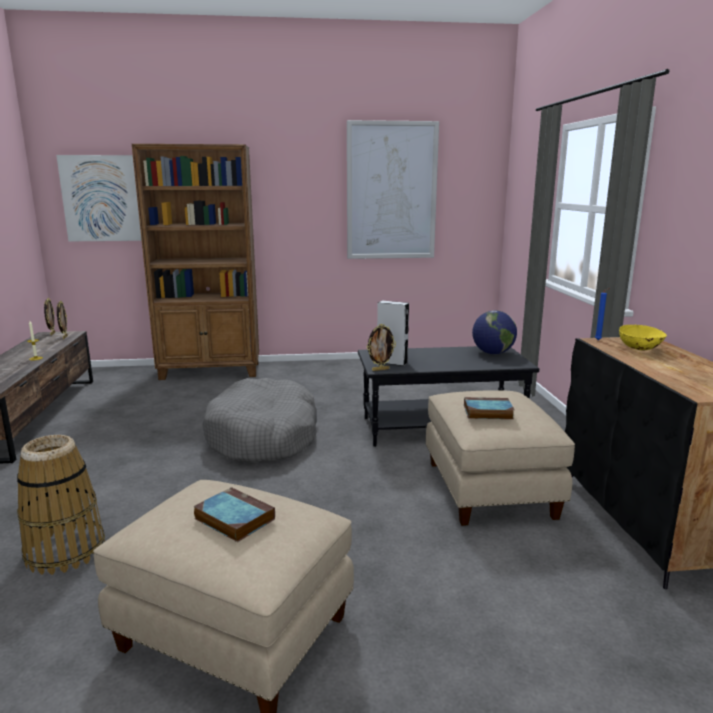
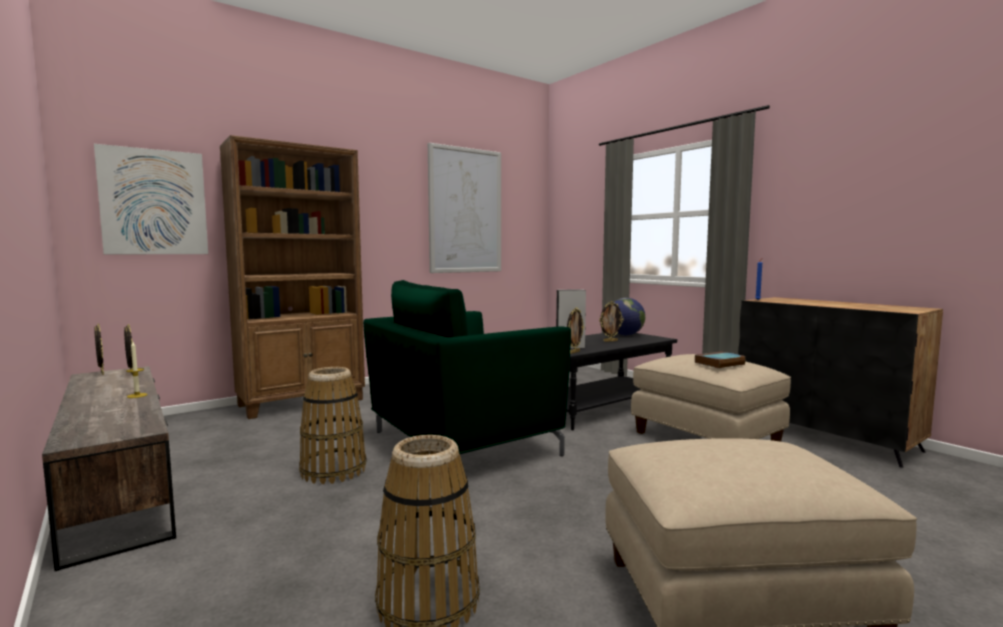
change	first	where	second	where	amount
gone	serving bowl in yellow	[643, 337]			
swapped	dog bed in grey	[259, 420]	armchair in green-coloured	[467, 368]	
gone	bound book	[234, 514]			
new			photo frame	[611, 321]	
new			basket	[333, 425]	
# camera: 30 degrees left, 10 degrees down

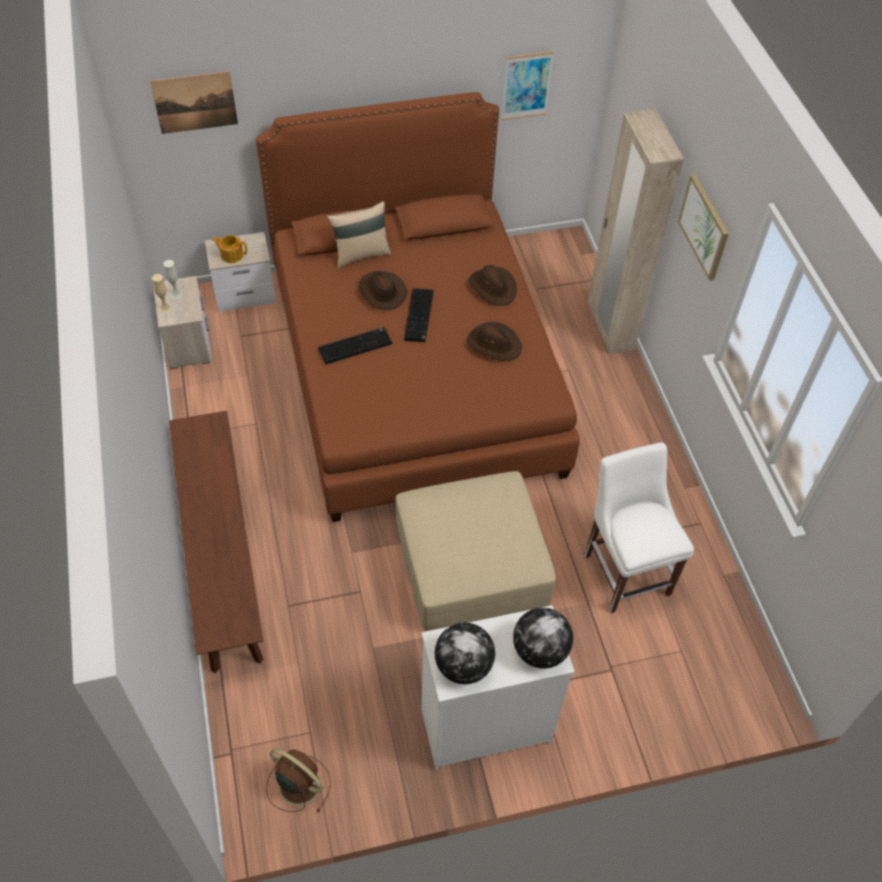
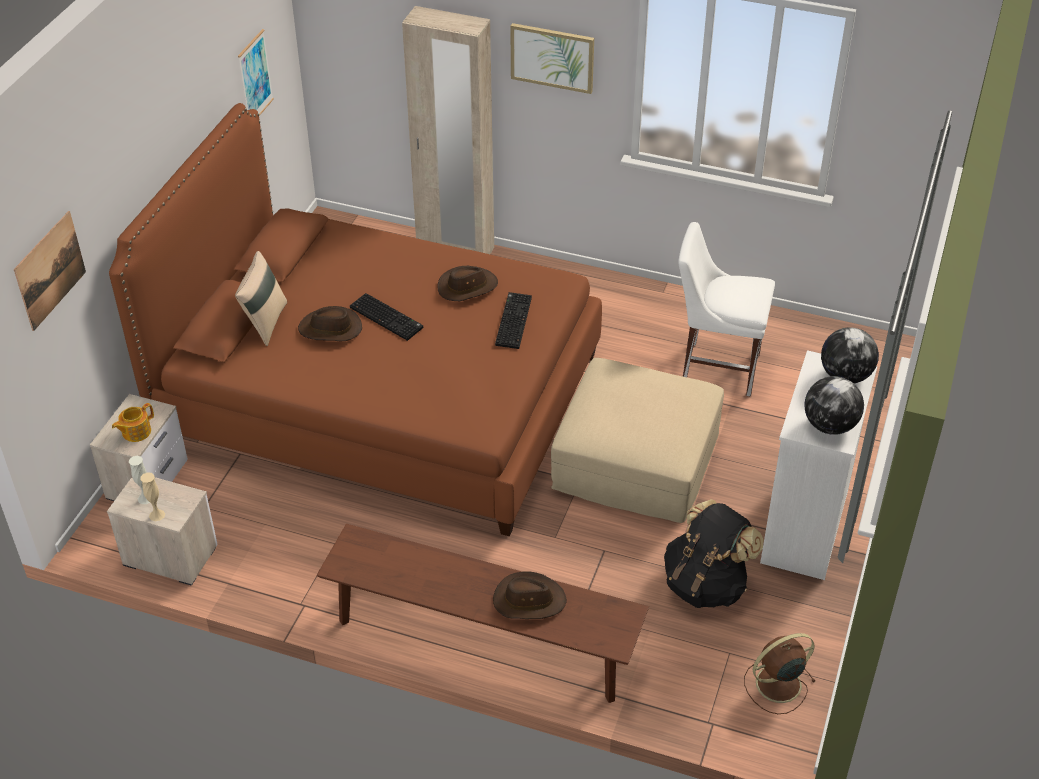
change	first	where	second	where	amount
shifted	wearable hat in brown-coloured	[492, 285]		[530, 595]	
shifted	PC keyboard	[355, 345]		[513, 320]	
new			knapsack in black-coloured	[713, 553]	
# camera: 55 degrees left, 10 degrees down

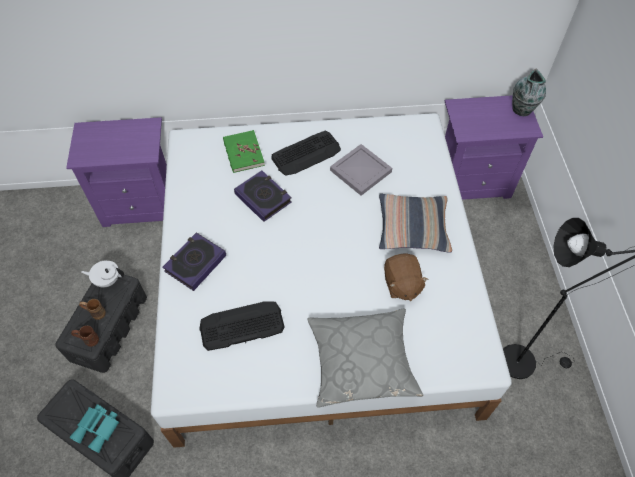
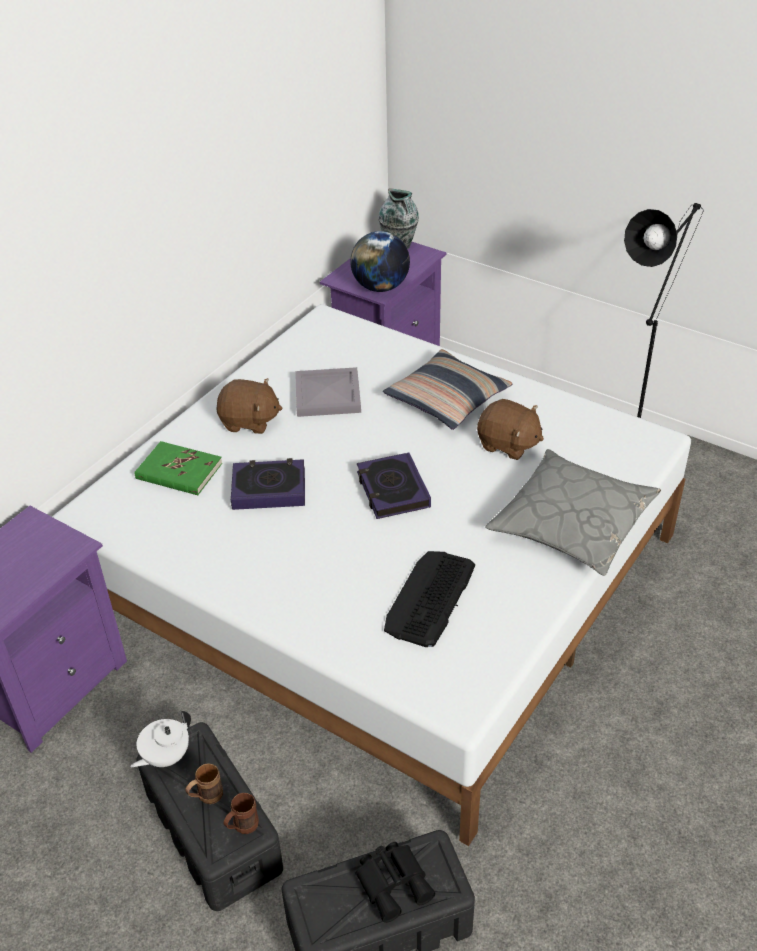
change	first	where	second	where	amount
swapped	PC keyboard	[306, 153]	plush toy in brown-coloured	[249, 406]	
shifted	bound book	[194, 262]		[394, 485]	
repainted	pair of binoculars in turquoise-coloured	[94, 428]	pair of binoculars in black-coloured	[395, 882]	
new			world globe	[380, 261]	
# camera: 50 degrees left, 15 degrees down

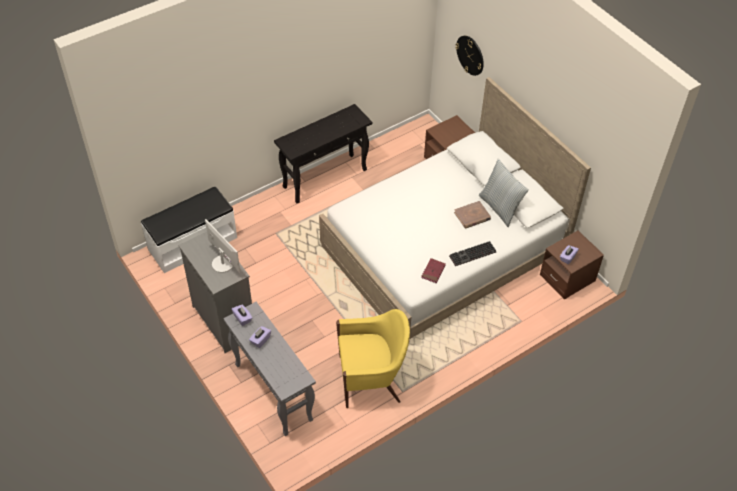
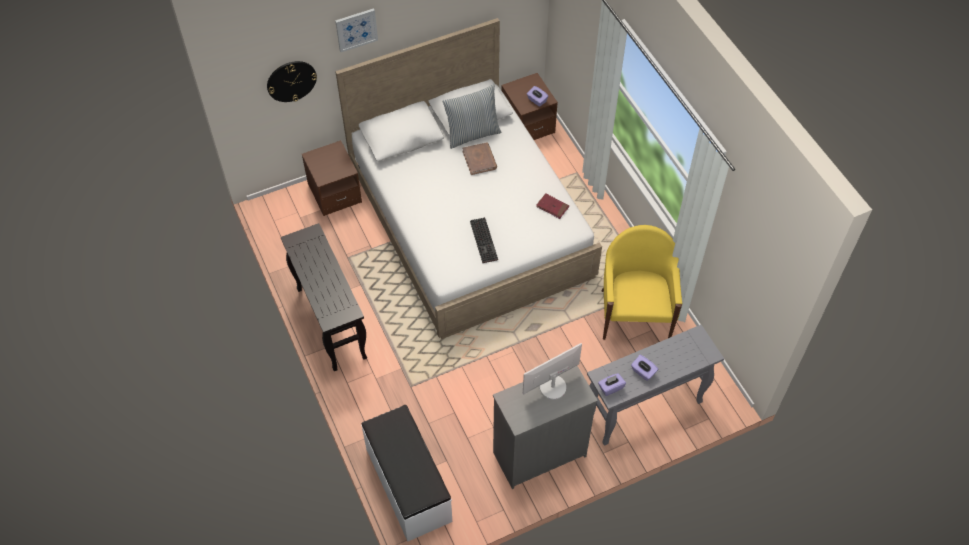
change	first	where	second	where	amount
shifted	PC keyboard	[472, 253]		[484, 240]	
new			wall art	[356, 30]	
# camera: 80 degrees left, 5 degrees up

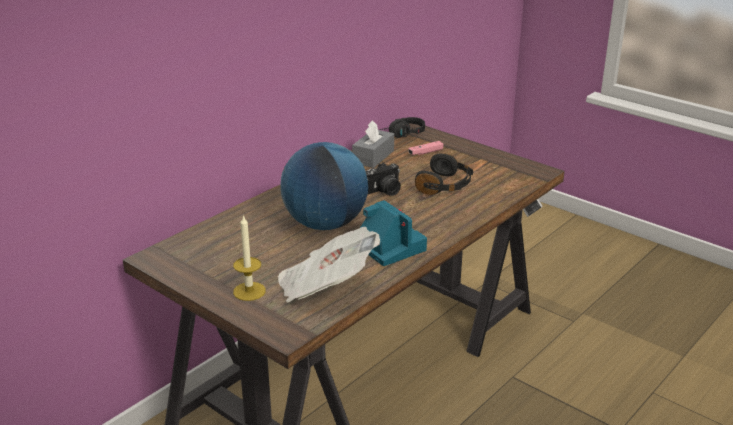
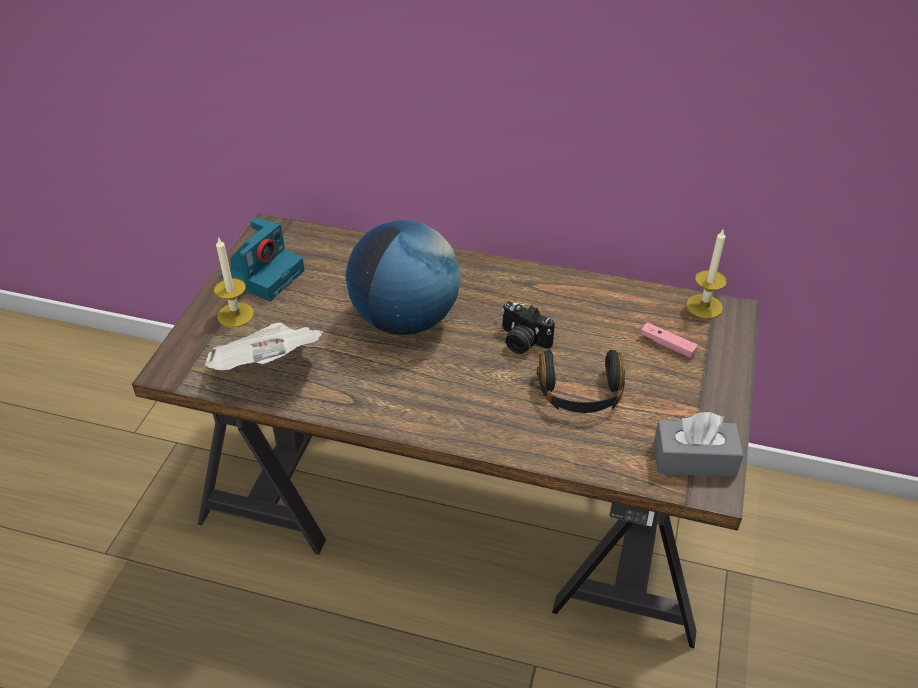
change	first	where	second	where	amount
swapped	headset in black-coloured	[402, 127]	wax light	[706, 273]	
shifted	box of tissues in grey	[373, 144]		[699, 444]	
shifted	still camera	[393, 233]		[262, 259]	
# camera: 65 degrees right, 15 degrees up

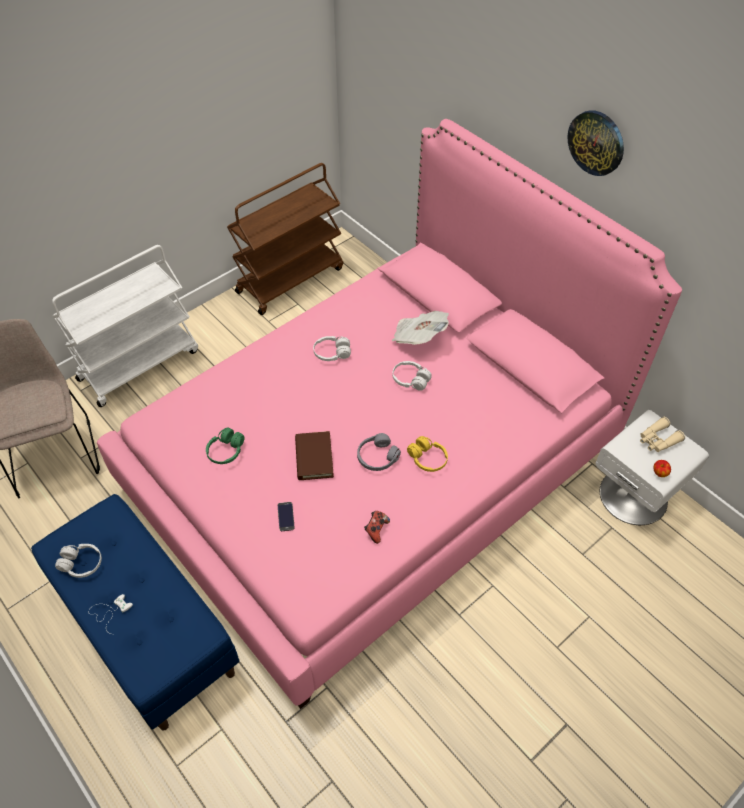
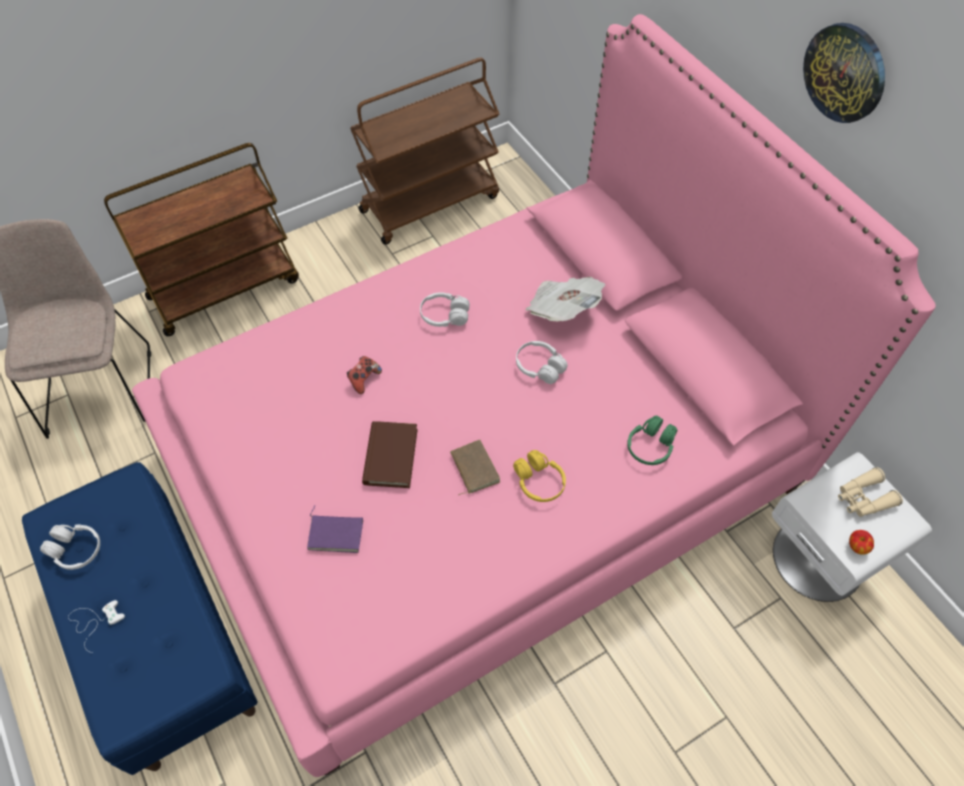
change	first	where	second	where	amount
repainted	wheeled cart in white-coloured	[125, 326]	wheeled cart in brown-coloured	[201, 239]	
shifted	headset in green-coloured	[225, 445]		[652, 440]	
swapped	headset in grey	[379, 452]	bound book in brown-coloured	[475, 468]	
swapped	handset	[286, 516]	bound book in purple-coloured	[335, 529]	
shifted	gamepad	[377, 527]		[364, 375]	
# camera: 10 degrees right, 5 degrees up

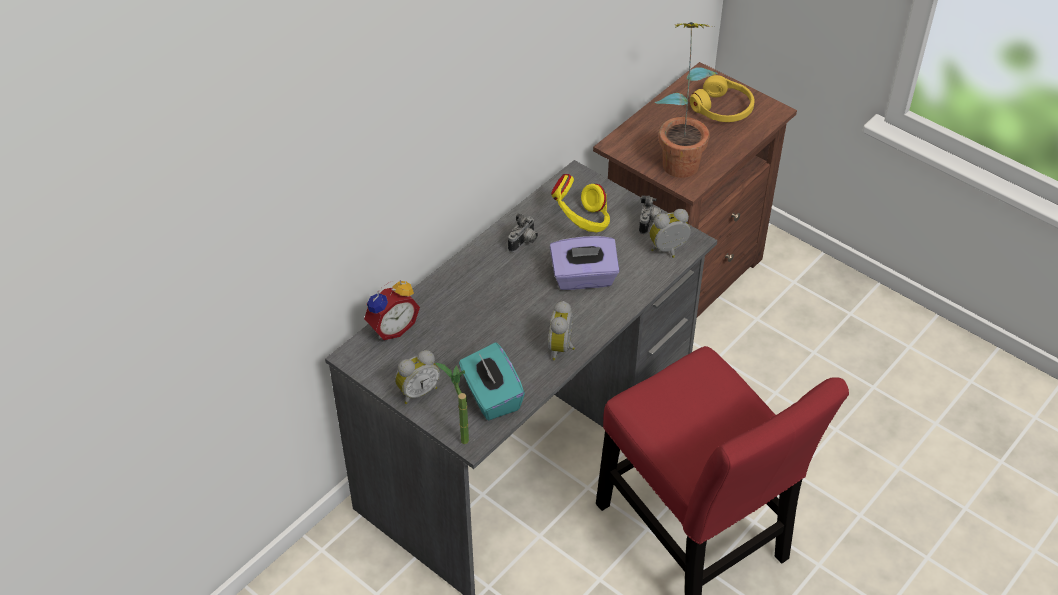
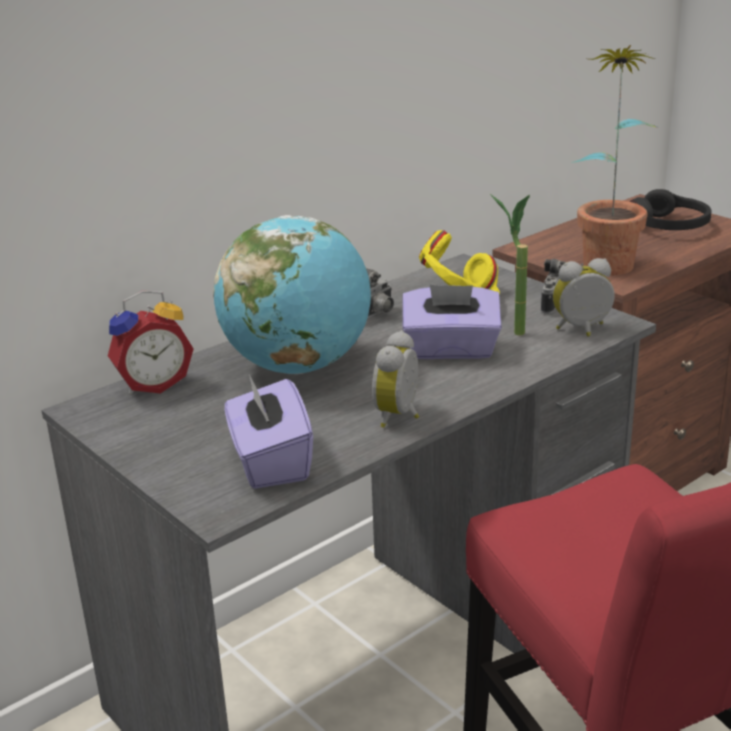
change	first	where	second	where	amount
repainted	headset in yellow	[722, 98]	headset in black-coloured	[670, 209]	
repainted	box of tissues in turquoise-coloured	[492, 381]	box of tissues in purple-coloured	[269, 431]	
gone	bedside clock	[417, 377]			
shifted	potted plant	[452, 403]		[510, 265]	
new			world globe	[292, 294]	
# camera: 10 degrees right, 20 degrees down

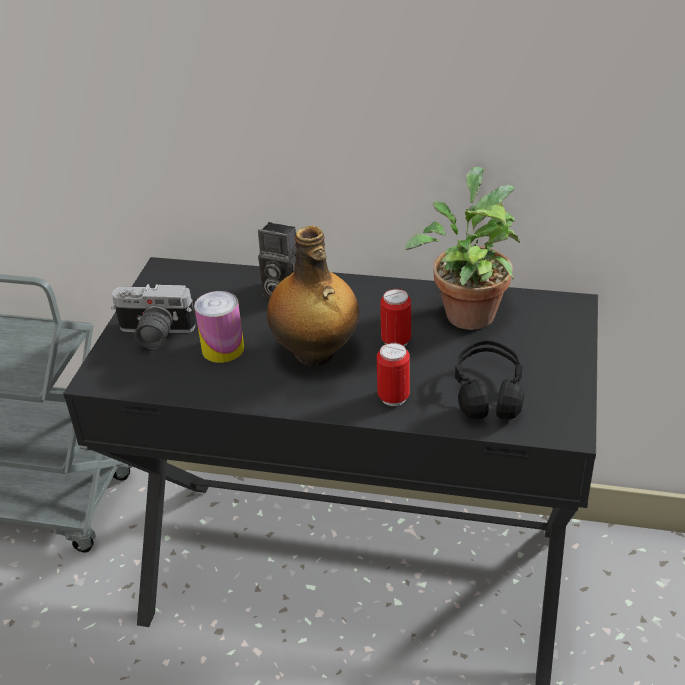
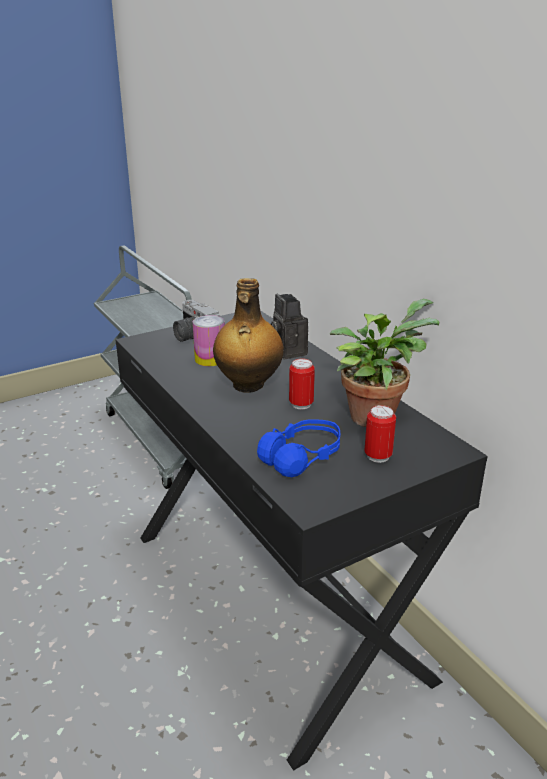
change	first	where	second	where	amount
repainted	headset in black-coloured	[489, 379]	headset in bluish	[298, 448]	
shifted	sealed can	[393, 374]		[380, 434]	
# camera: 45 degrees right, 10 degrees down

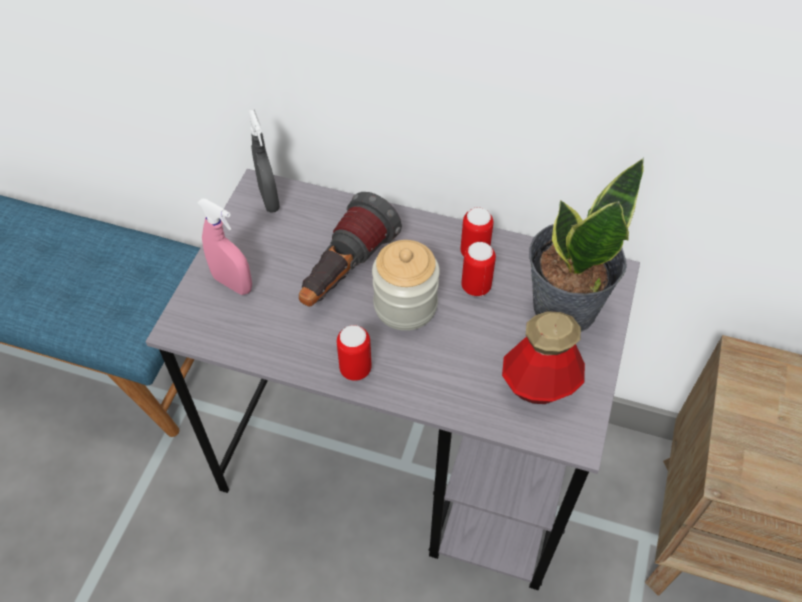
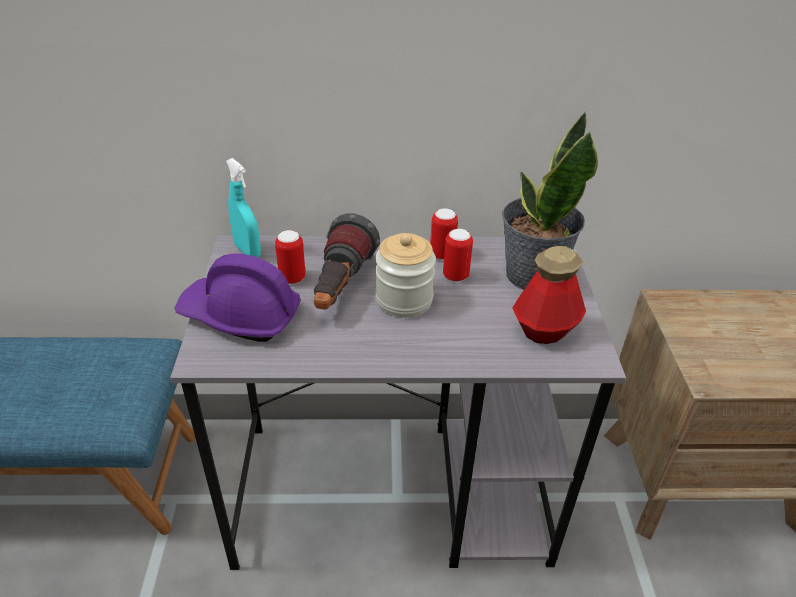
change	first	where	second	where	amount
repainted	spray bottle in grey	[264, 161]	spray bottle in turquoise-coloured	[243, 208]	
swapped	spray bottle in pink-coloured	[224, 247]	safety helmet in purple-coloured	[238, 297]	
shifted	sealed can	[354, 353]		[290, 257]	
# camera: 20 degrees left, 15 degrees down

